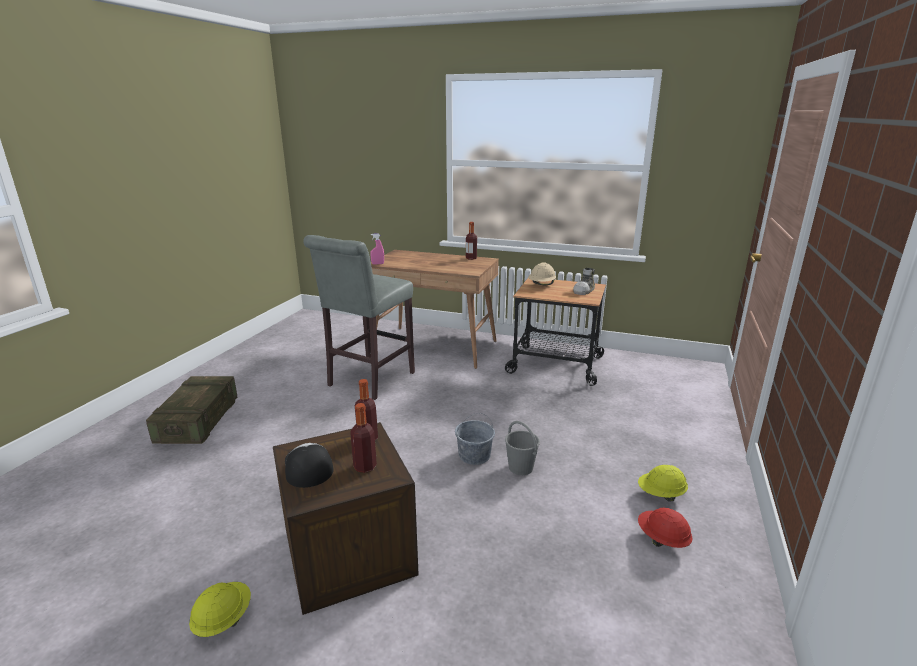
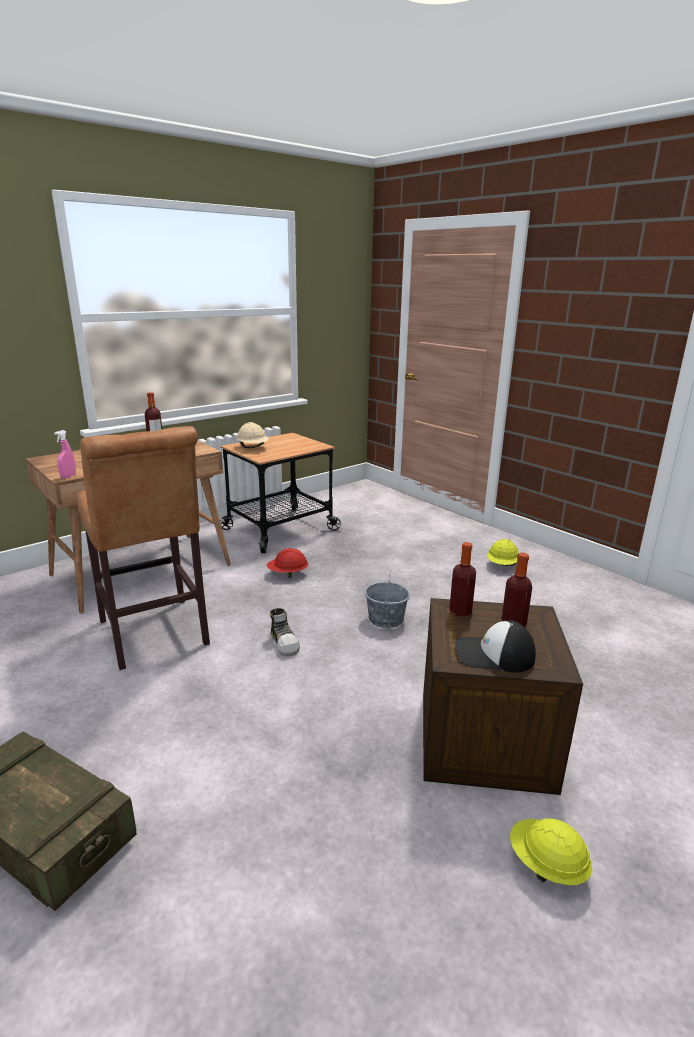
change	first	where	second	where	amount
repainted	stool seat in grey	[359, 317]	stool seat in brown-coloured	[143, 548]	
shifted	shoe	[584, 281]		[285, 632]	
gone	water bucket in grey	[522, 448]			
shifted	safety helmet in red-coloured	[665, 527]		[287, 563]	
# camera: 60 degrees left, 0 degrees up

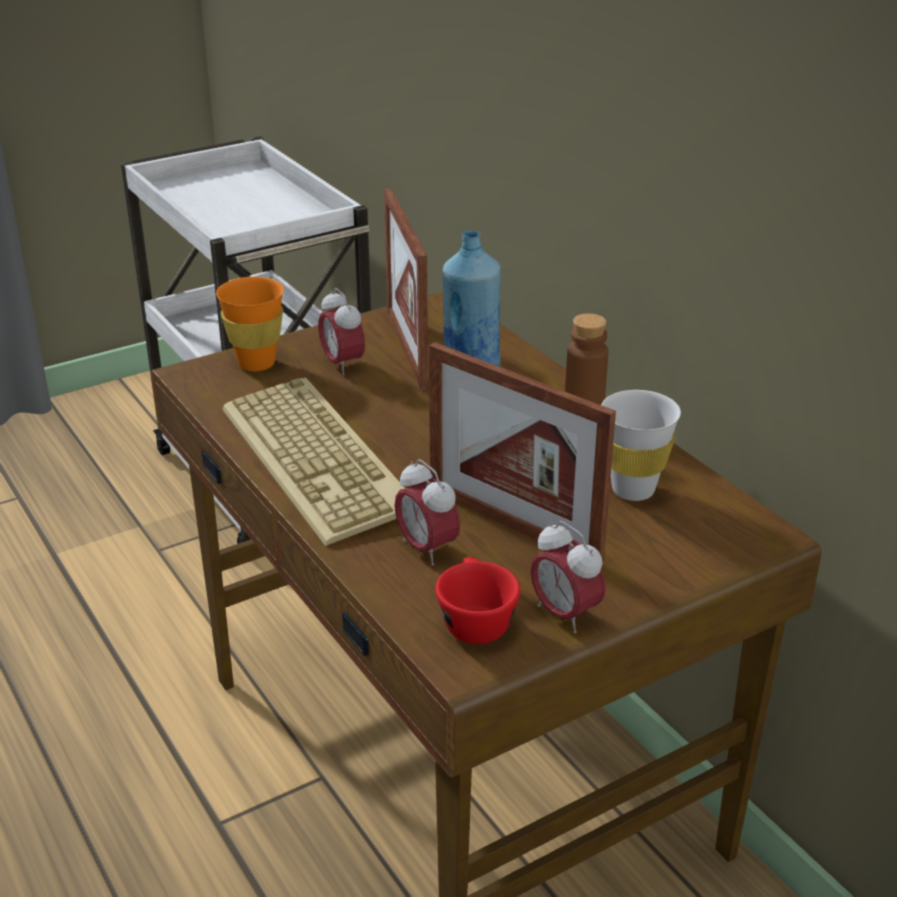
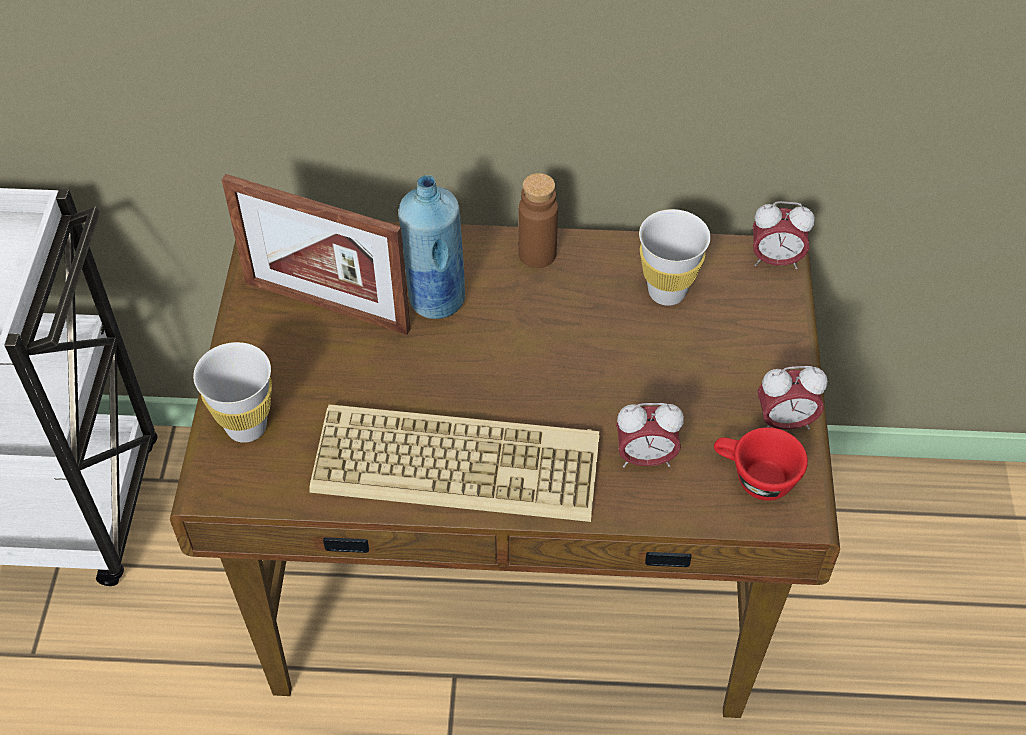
change	first	where	second	where	amount
repainted	small cup in orangey	[250, 324]	small cup in white-coloured	[232, 392]	
shifted	bedside clock	[341, 331]		[784, 235]	
gone	photo frame	[522, 453]			
# camera: 55 degrees left, 20 degrees up

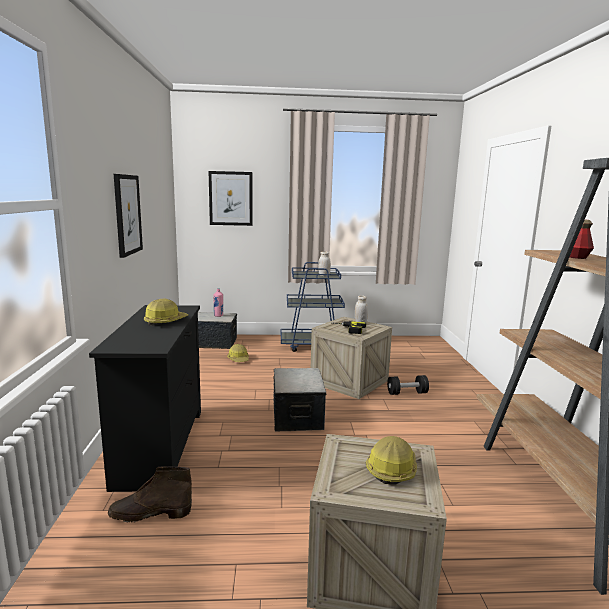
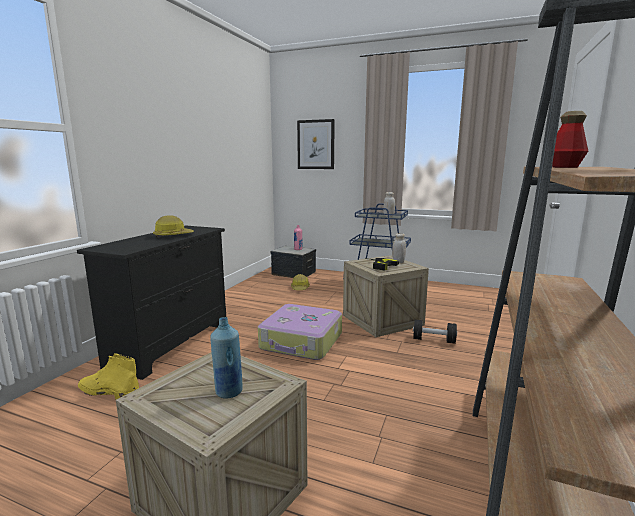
change	first	where	second	where	amount
gone	wall art	[128, 216]			
swapped	storage box	[299, 399]	travel case	[300, 332]	
swapped	safety helmet	[391, 460]	drink bottle in bluish	[226, 358]	
repainted	tall boot in brown-coloured	[150, 495]	tall boot in yellow	[108, 376]	
# camera: 25 degrees right, 0 degrees up

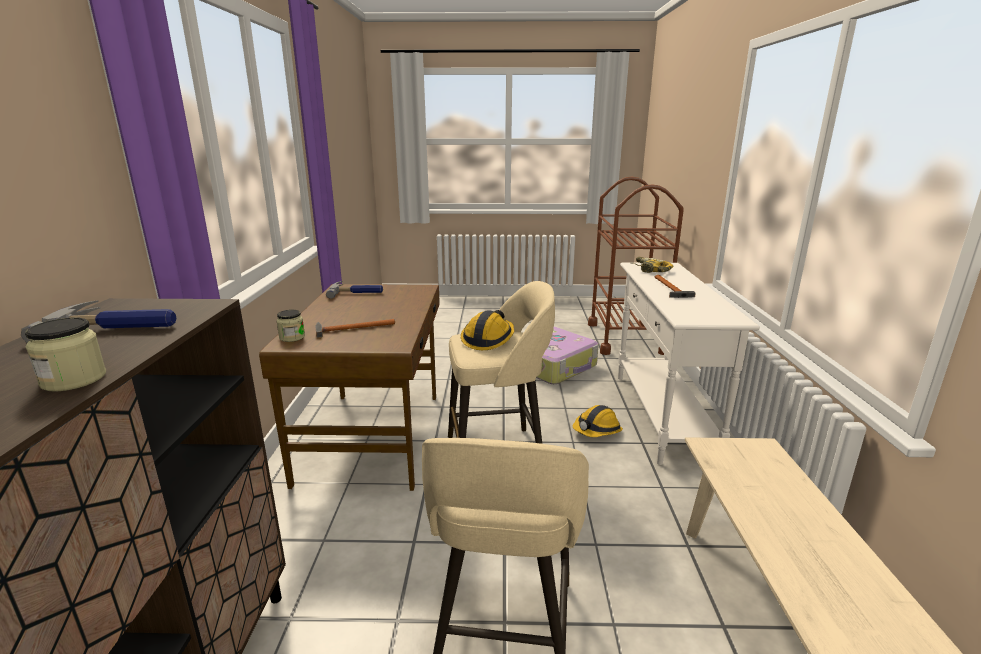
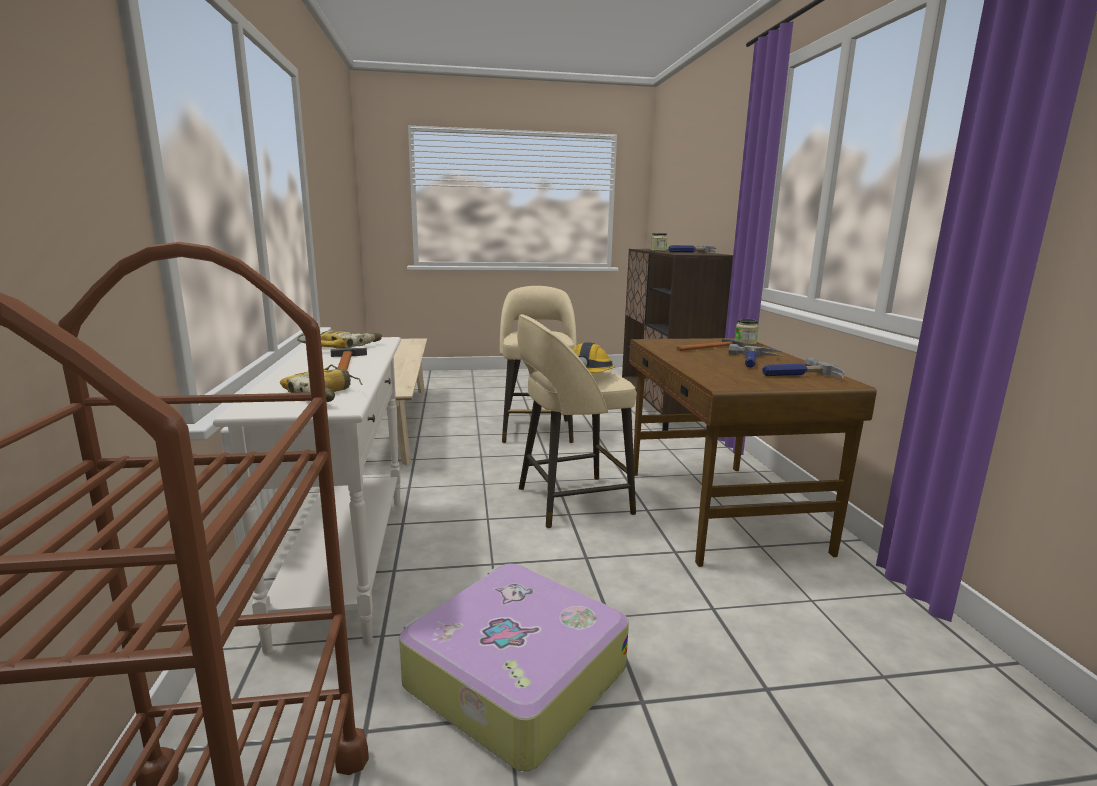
change	first	where	second	where	amount
gone	safety helmet	[598, 421]			
new			power drill	[339, 339]	
new			hammer	[756, 356]	
# camera: 170 degrees right, 5 degrees down

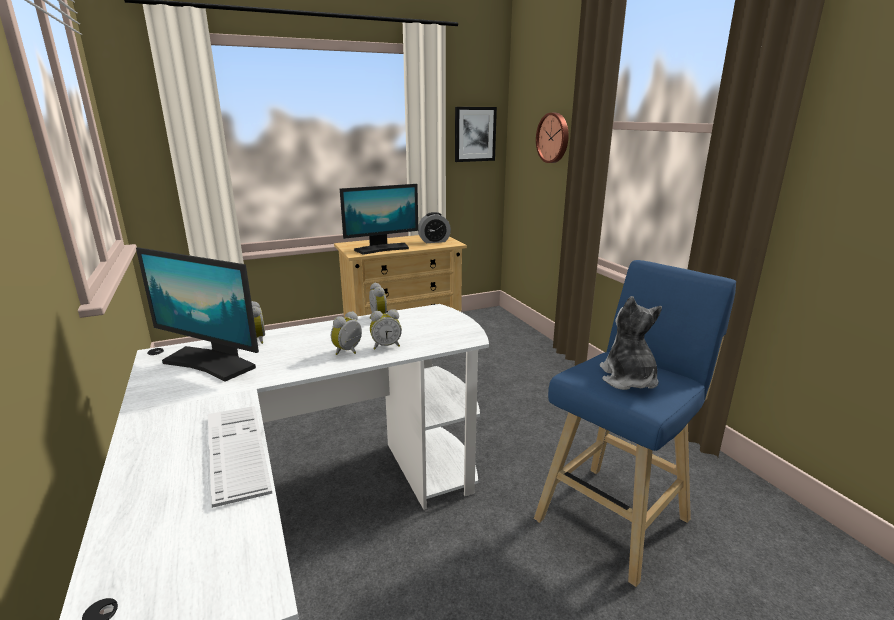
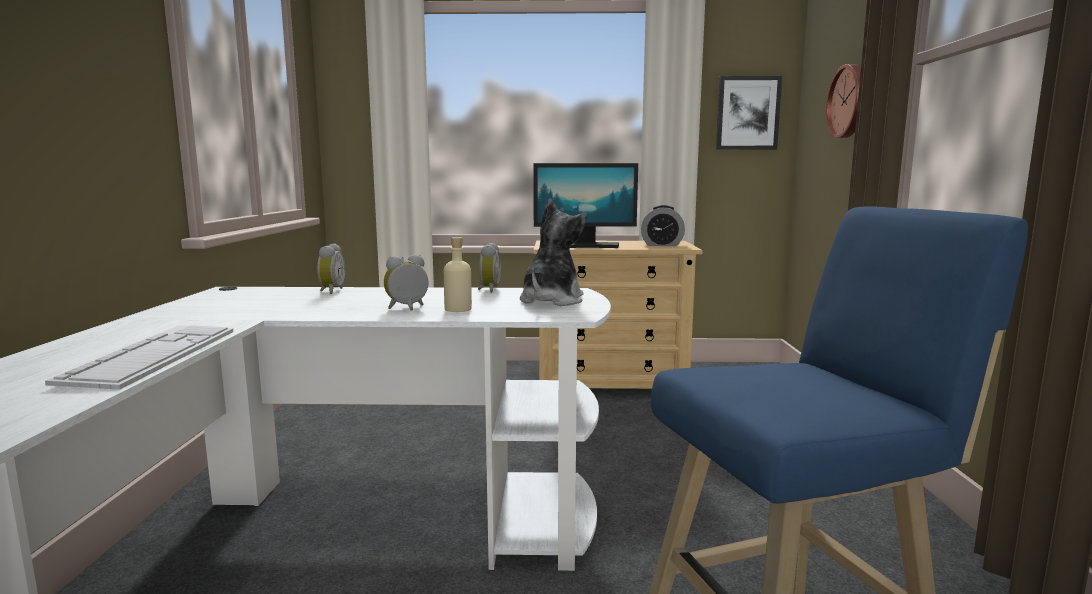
change	first	where	second	where	amount
gone	monitor	[197, 314]			
shifted	plush toy	[631, 343]		[553, 252]	
swapped	bedside clock	[386, 329]	drink bottle in beige-coloured	[458, 274]	
# camera: 25 degrees right, 10 degrees down

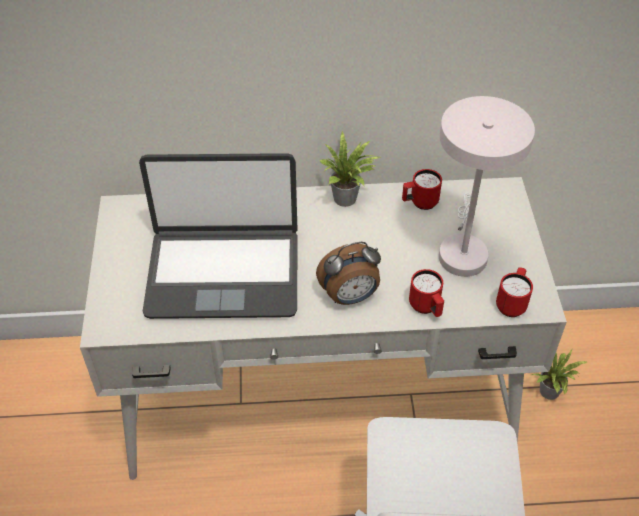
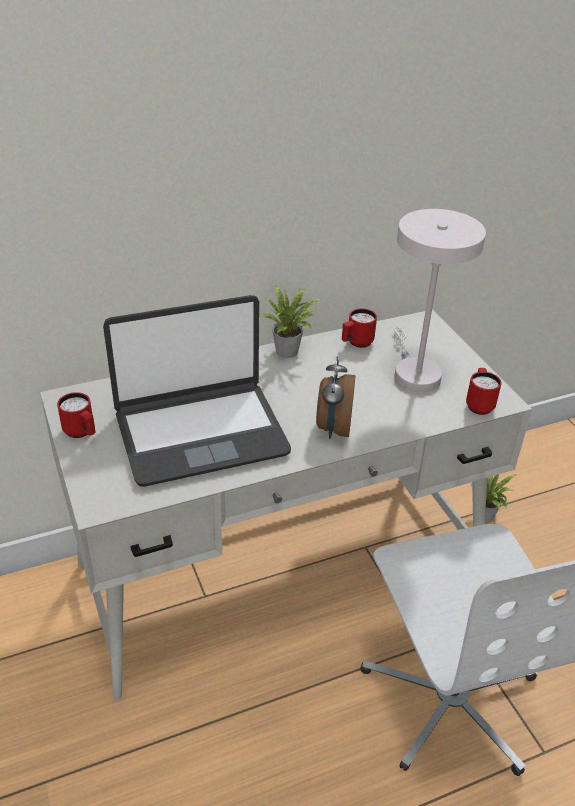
change	first	where	second	where	amount
rotated	bedside clock	[348, 273]		[335, 398]	135 degrees clockwise
shifted	tea mug in red-coloured	[426, 293]		[76, 415]	
# camera: 20 degrees left, 10 degrees down

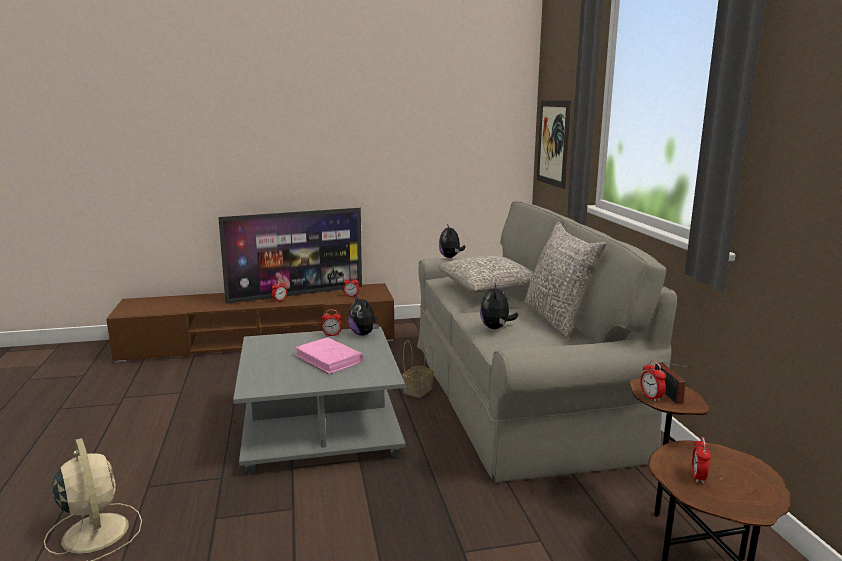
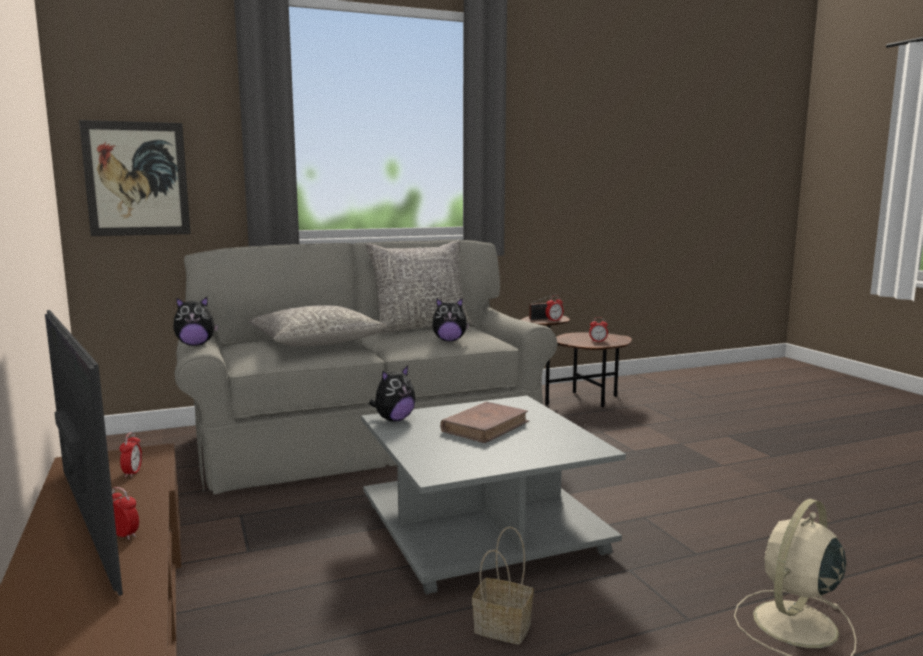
change	first	where	second	where	amount
gone	bedside clock	[332, 323]			
repainted	bound book in pink-coloured	[329, 355]	bound book in brown-coloured	[484, 422]	
shifted	basket	[418, 369]		[503, 585]	
# camera: 100 degrees left, 5 degrees down

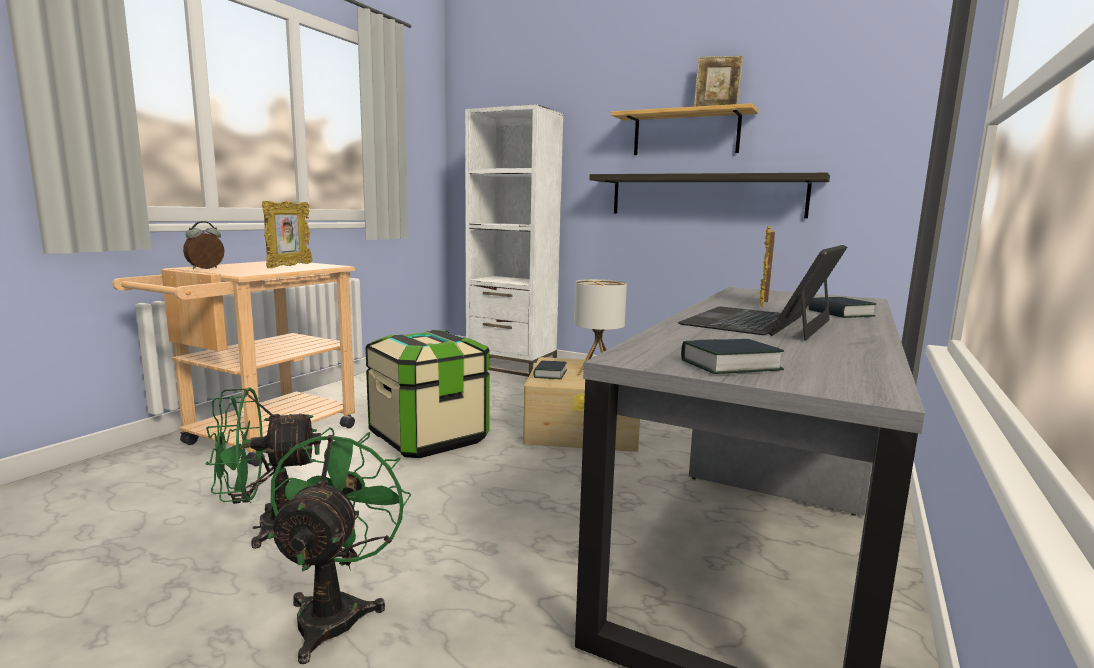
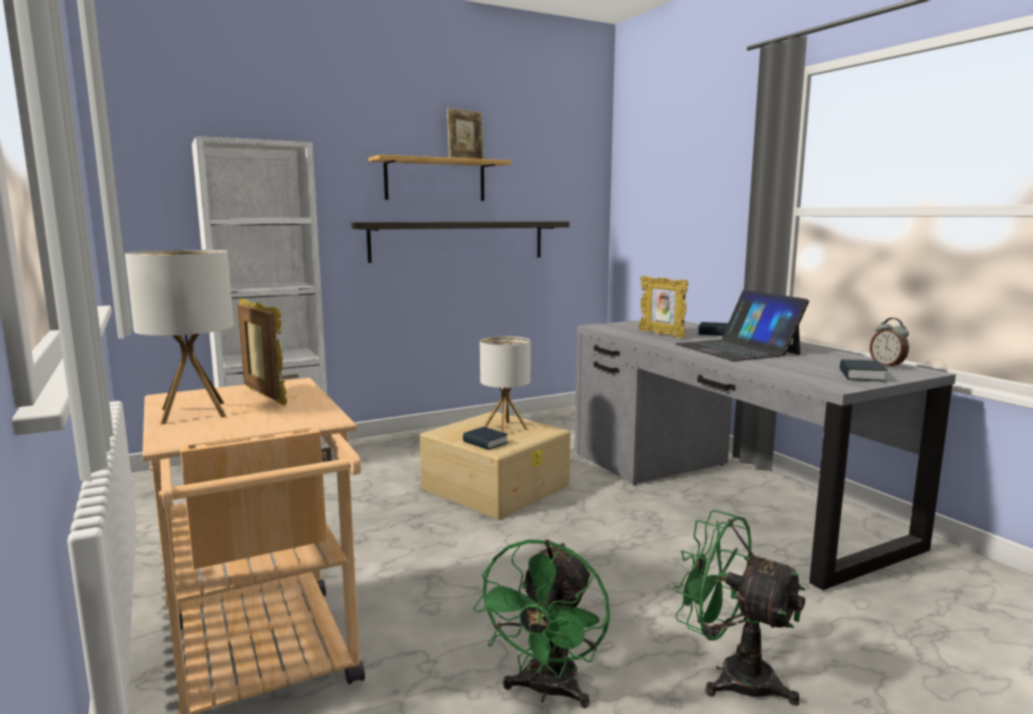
change	first	where	second	where	amount
shifted	bedside clock	[204, 245]		[889, 343]	
gone	storage box	[427, 394]			
new			lamp for a table	[179, 337]	
# camera: 55 degrees left, 0 degrees up

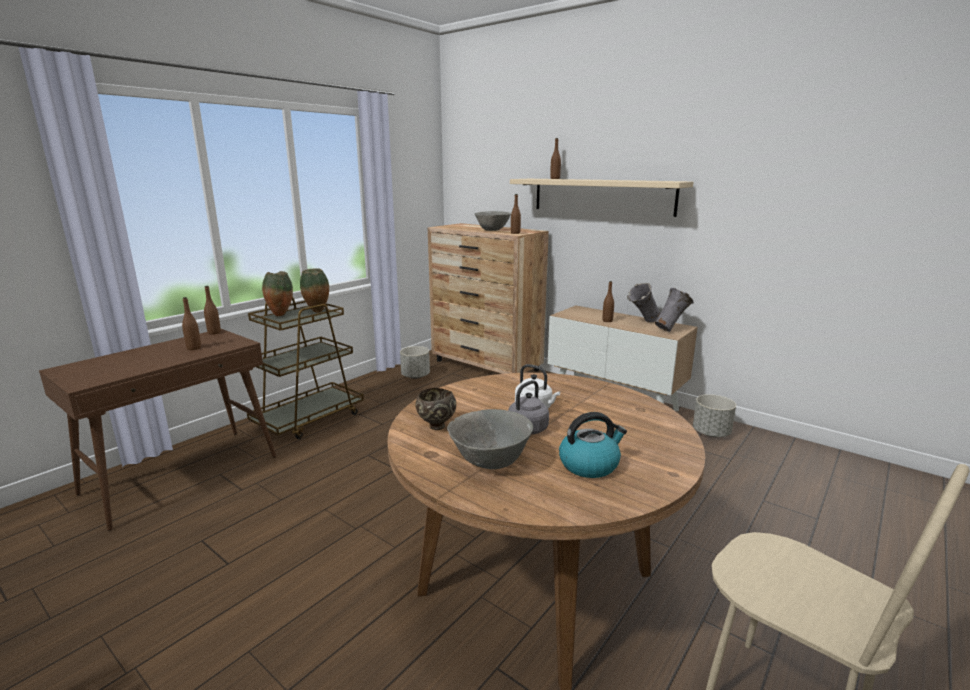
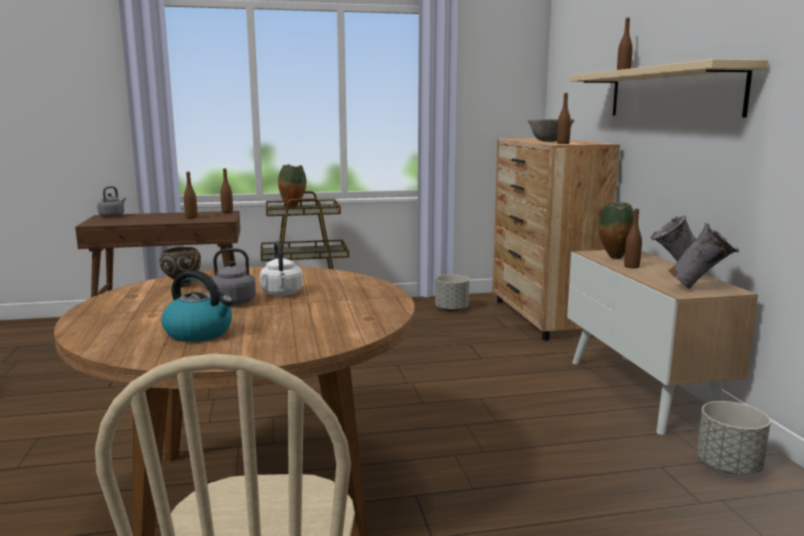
change	first	where	second	where	amount
shifted	flower vase	[314, 290]		[616, 230]	
gone	serving bowl in grey	[490, 439]			
new			kettle in grey	[111, 201]	
# camera: 40 degrees right, 5 degrees down

